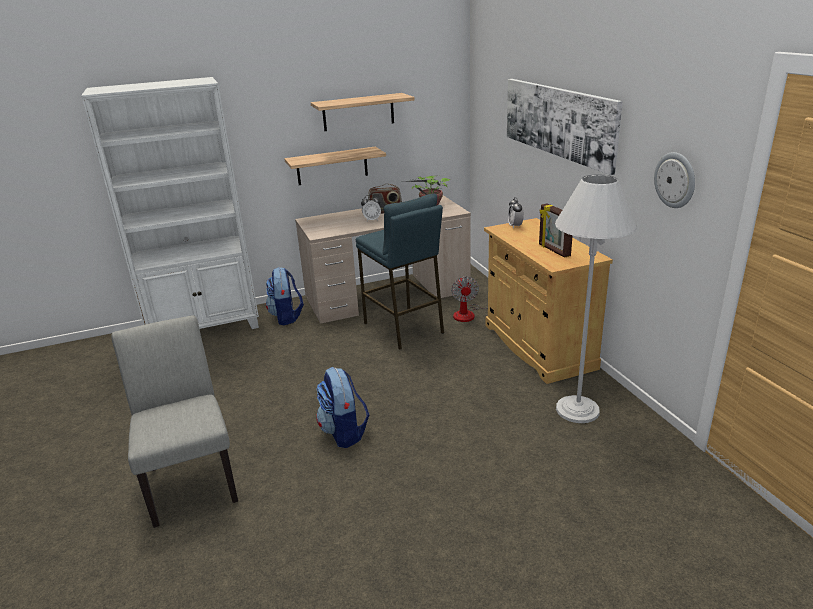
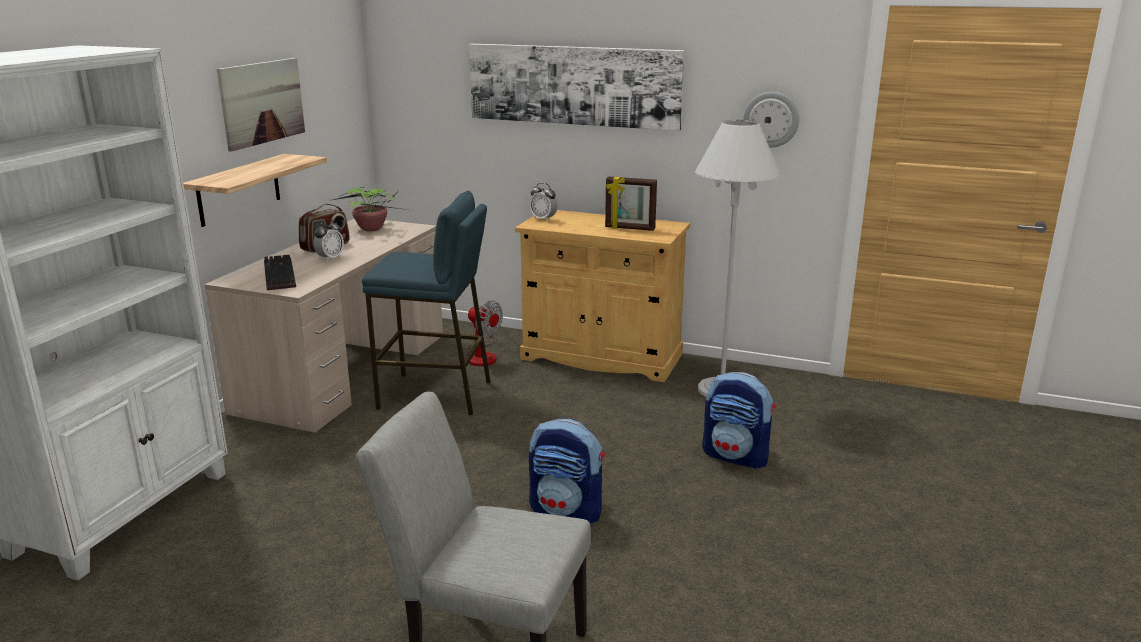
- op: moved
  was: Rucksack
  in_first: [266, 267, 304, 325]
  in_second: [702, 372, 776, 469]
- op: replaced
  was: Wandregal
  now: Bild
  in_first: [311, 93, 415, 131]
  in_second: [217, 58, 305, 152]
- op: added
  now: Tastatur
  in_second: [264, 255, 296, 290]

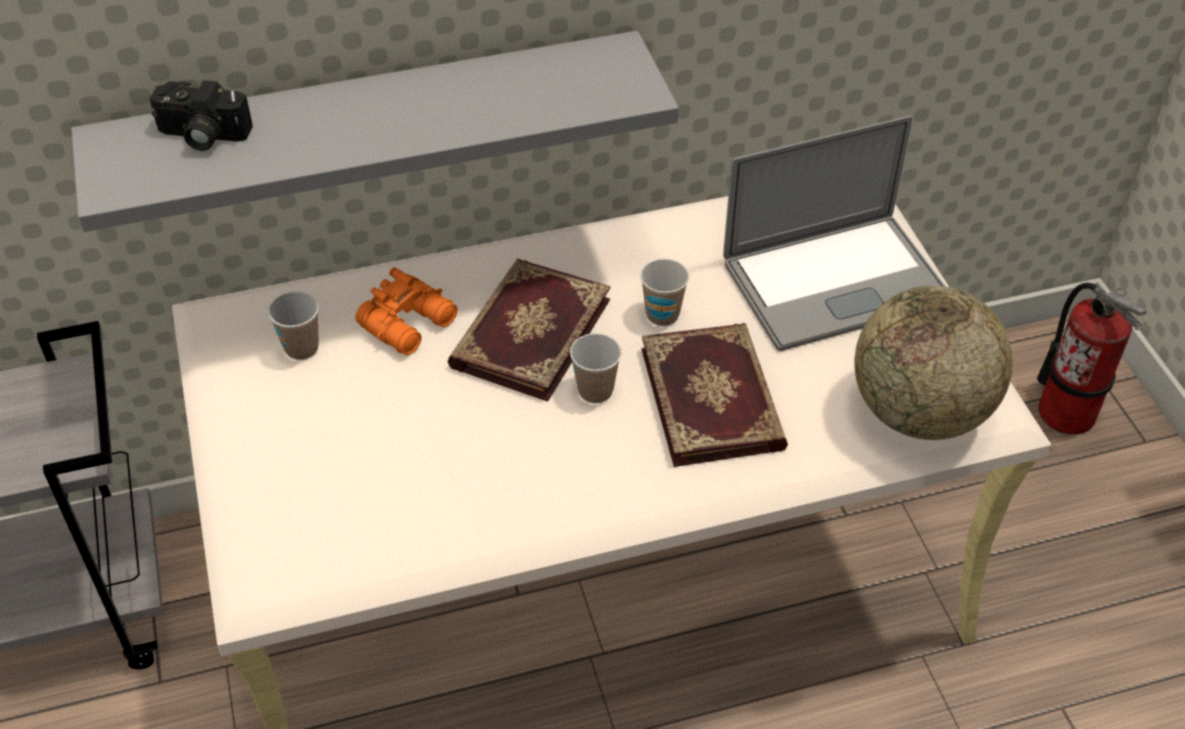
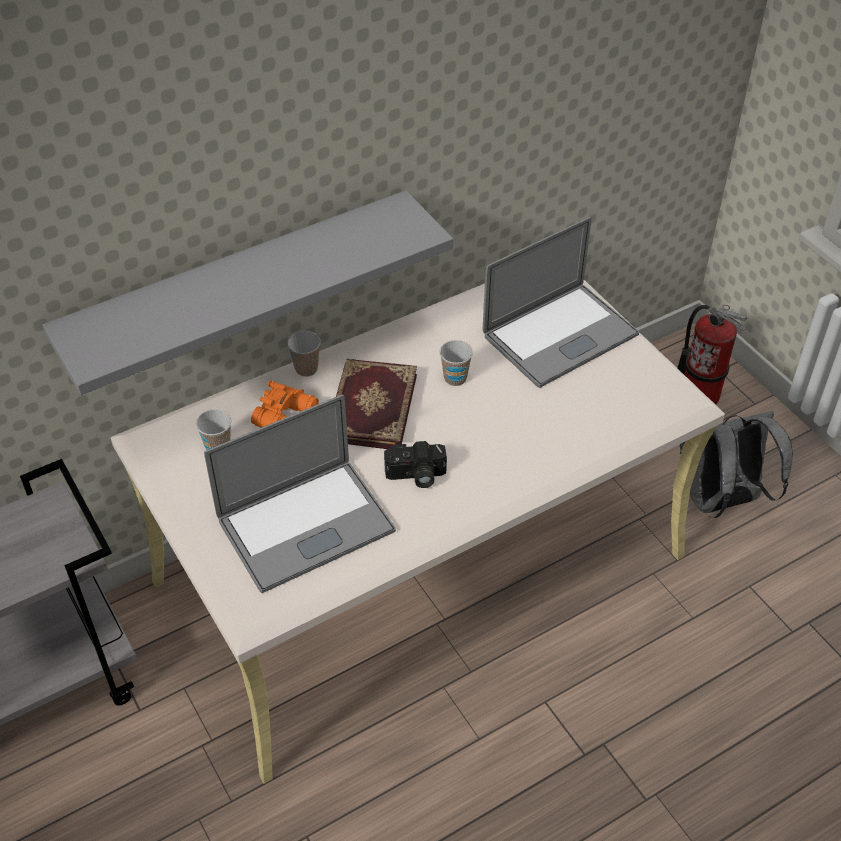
- op: moved
  was: Kamera
  in_first: [149, 80, 253, 151]
  in_second: [384, 441, 447, 488]
- op: moved
  was: Tasse
  in_first: [570, 333, 622, 403]
  in_second: [287, 331, 321, 377]
- op: removed
  was: Buch
  in_first: [641, 323, 788, 467]
- op: removed
  was: Globus
  in_first: [855, 285, 1013, 440]
- op: added
  now: Laptop
  in_second: [204, 394, 396, 593]
- op: added
  now: Rucksack [grau]
  in_second: [680, 411, 793, 518]

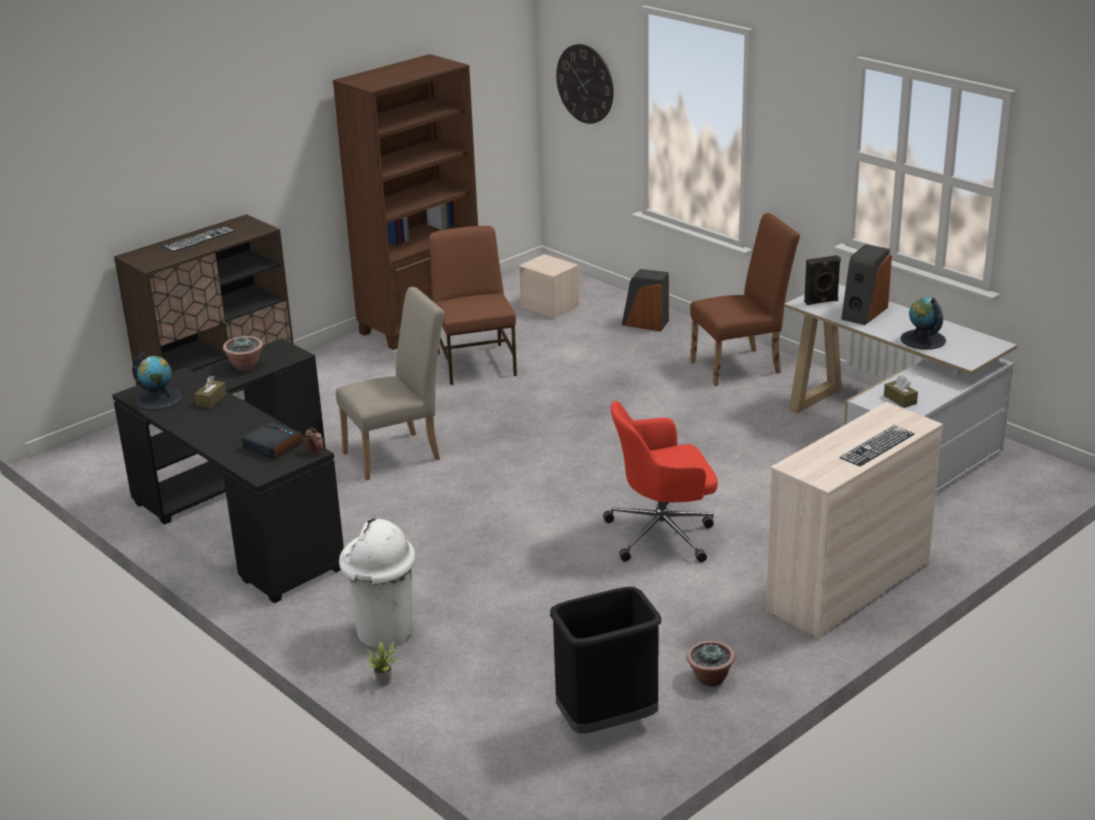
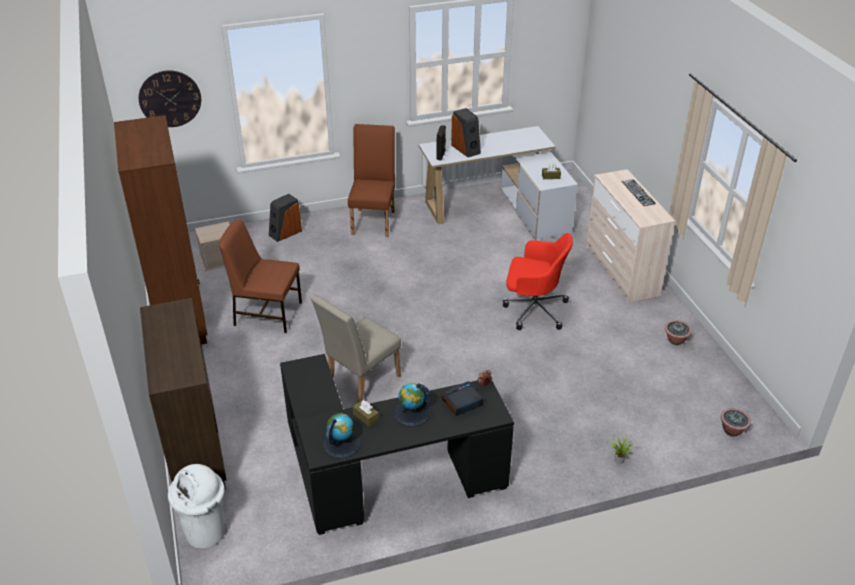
- op: removed
  was: Tastatur
  in_first: [163, 226, 234, 252]
- op: moved
  was: Topfpflanze
  in_first: [223, 336, 263, 371]
  in_second: [721, 408, 751, 437]
- op: turned
  was: Stuhl [beige]
  in_first: [336, 287, 444, 480]
  in_second: [311, 294, 401, 402]
  clockwise: -135
- op: moved
  was: Mülleimer [weiß]
  in_first: [339, 518, 416, 648]
  in_second: [168, 464, 225, 549]
- op: removed
  was: Mülleimer [schwarz]
  in_first: [550, 587, 661, 733]
- op: turned
  was: Bürostuhl [rot]
  in_first: [603, 401, 718, 562]
  in_second: [503, 233, 573, 330]
  clockwise: -90
- op: moved
  was: Globus
  in_first: [900, 297, 946, 350]
  in_second: [394, 383, 430, 427]

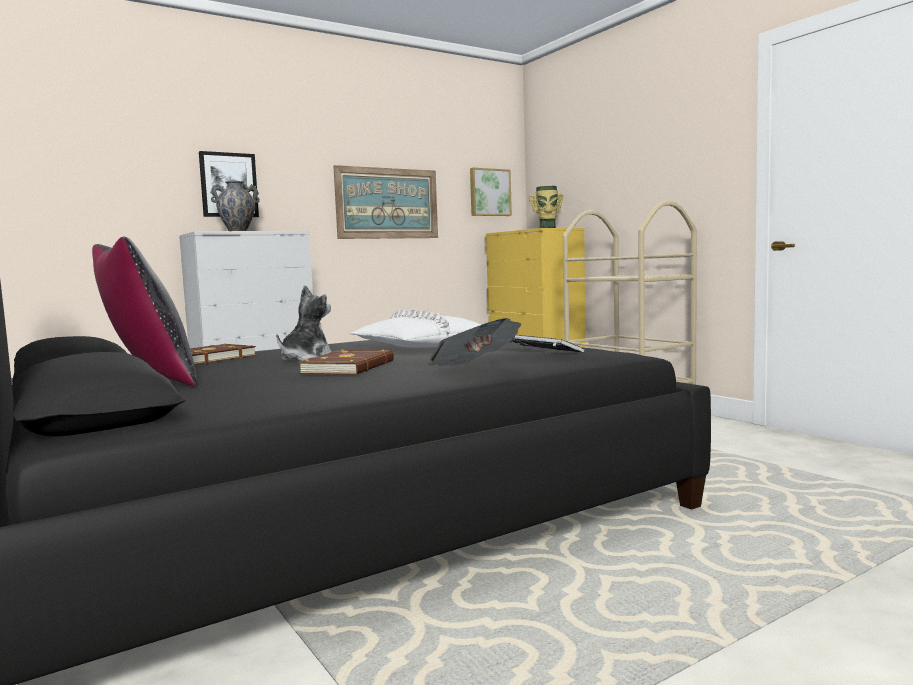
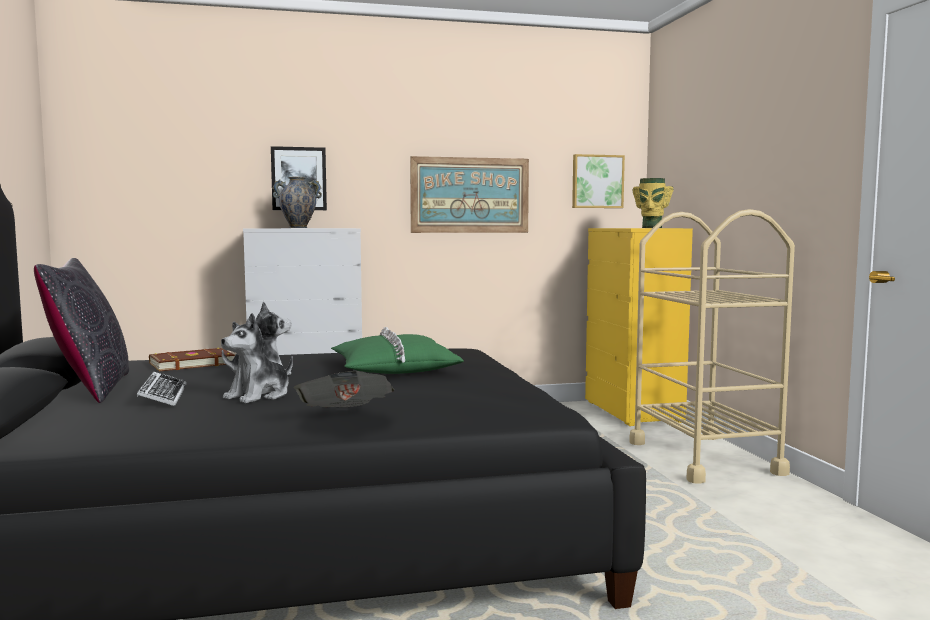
- op: replaced
  was: Buch [braun]
  now: Plüschtier
  in_first: [298, 349, 394, 375]
  in_second: [221, 313, 293, 403]
- op: recoloured
  was: Kissen [weiß]
  now: Kissen [grün]
  in_first: [350, 309, 482, 348]
  in_second: [331, 327, 464, 374]
- op: moved
  was: Tastatur
  in_first: [512, 335, 584, 353]
  in_second: [137, 371, 186, 406]

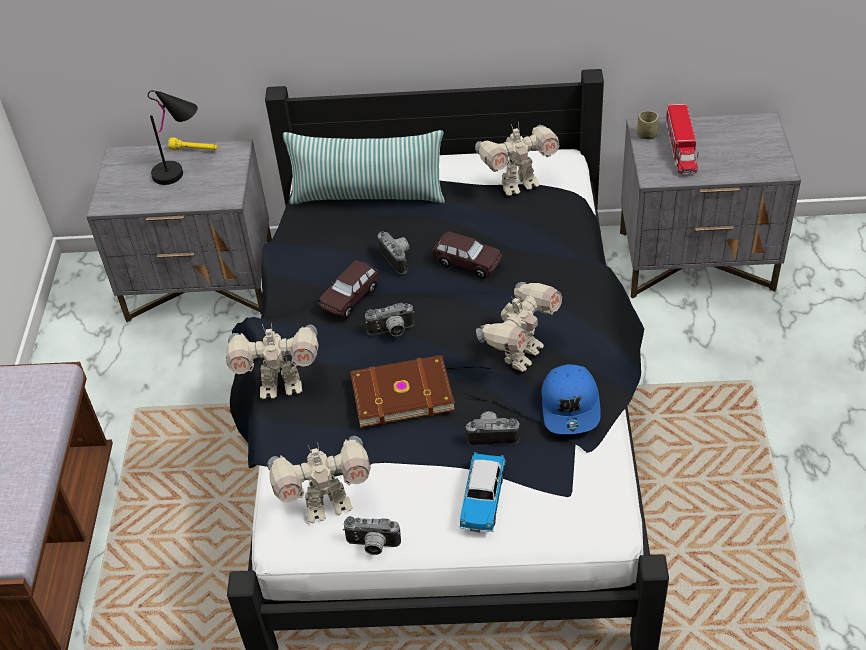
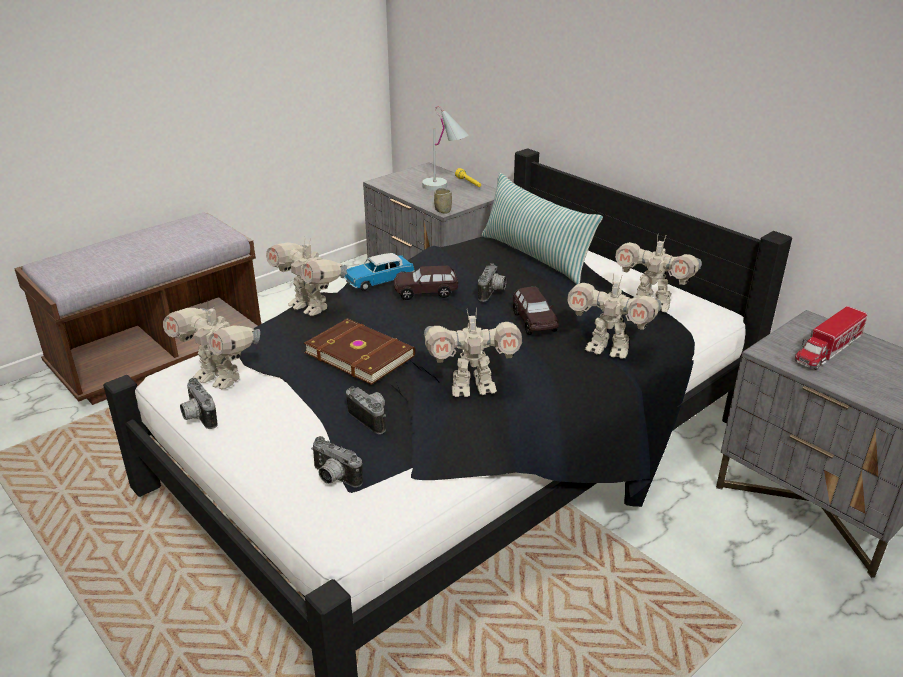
- op: recoloured
  was: Tischlampe [schwarz]
  now: Tischlampe [weiß]
  in_first: [148, 90, 198, 185]
  in_second: [422, 106, 469, 191]
- op: moved
  was: Kamera
  in_first: [365, 303, 415, 336]
  in_second: [311, 436, 363, 488]
- op: moved
  was: Spielzeugauto
  in_first: [459, 452, 505, 532]
  in_second: [344, 253, 415, 291]
- op: removed
  was: Kappe [blau]
  in_first: [542, 364, 601, 434]
- op: moved
  was: Tasse
  in_first: [637, 111, 659, 140]
  in_second: [434, 188, 452, 214]
- op: added
  now: Spielzeugroboter
  in_second: [567, 273, 662, 359]

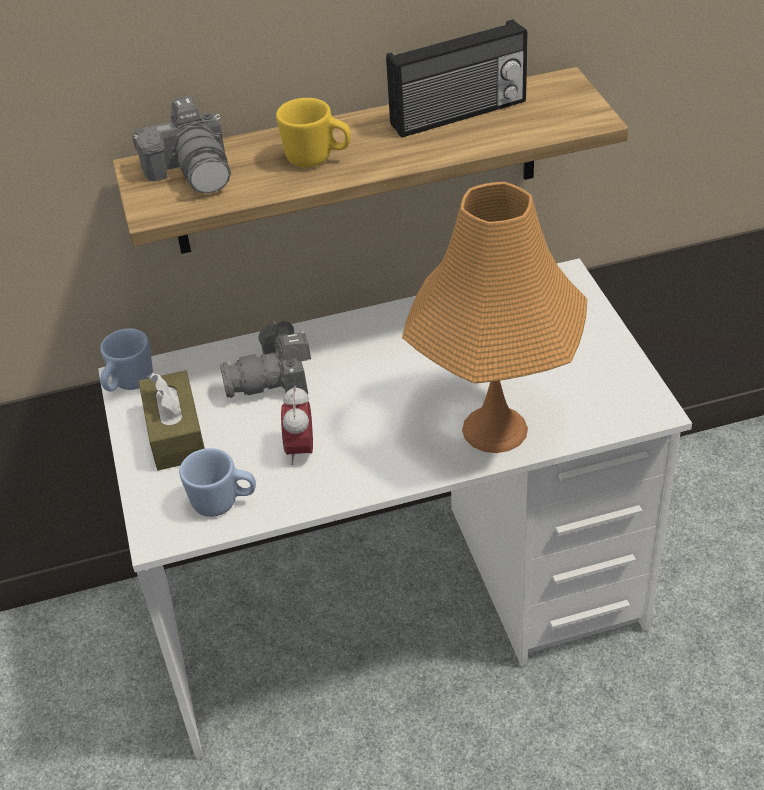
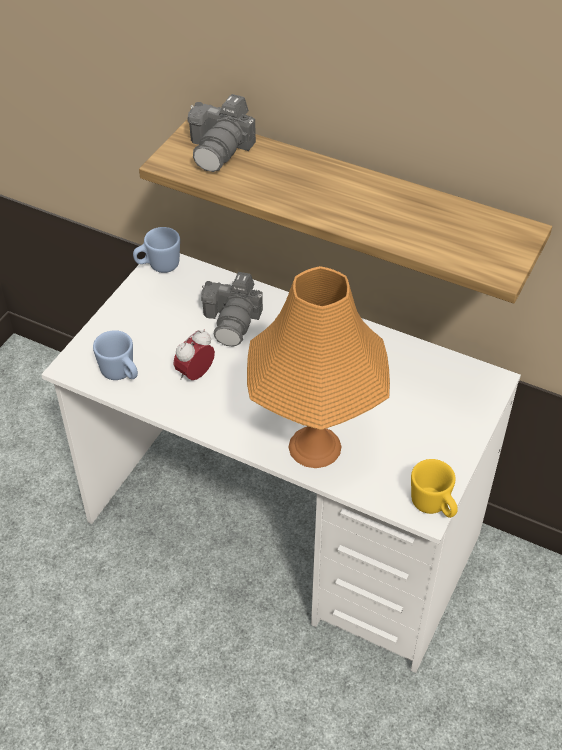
- op: removed
  was: Taschentuchbox [braun]
  in_first: [138, 370, 205, 471]
- op: turned
  was: Kamera
  in_first: [220, 321, 311, 398]
  in_second: [201, 272, 263, 347]
  clockwise: -105
- op: moved
  was: Henkelbecher [gelb]
  in_first: [276, 98, 351, 167]
  in_second: [411, 459, 458, 518]
- op: removed
  was: Radio
  in_first: [386, 19, 528, 138]

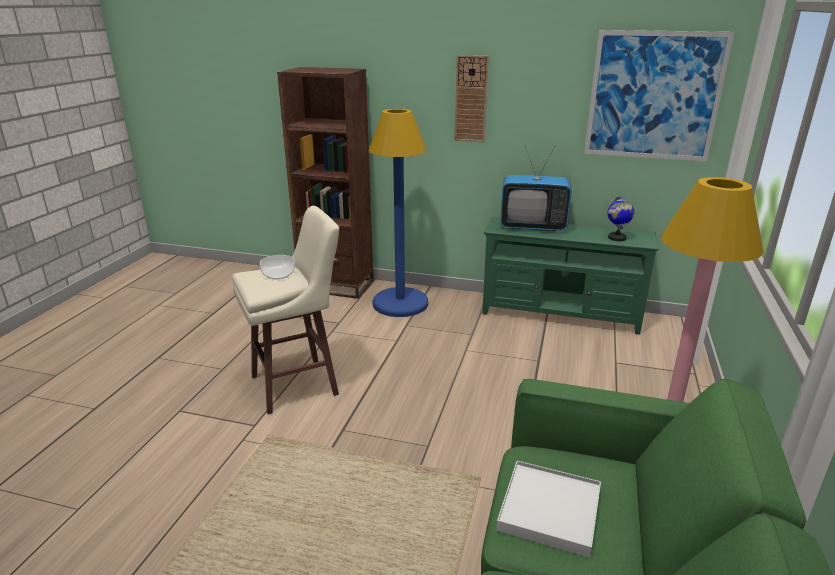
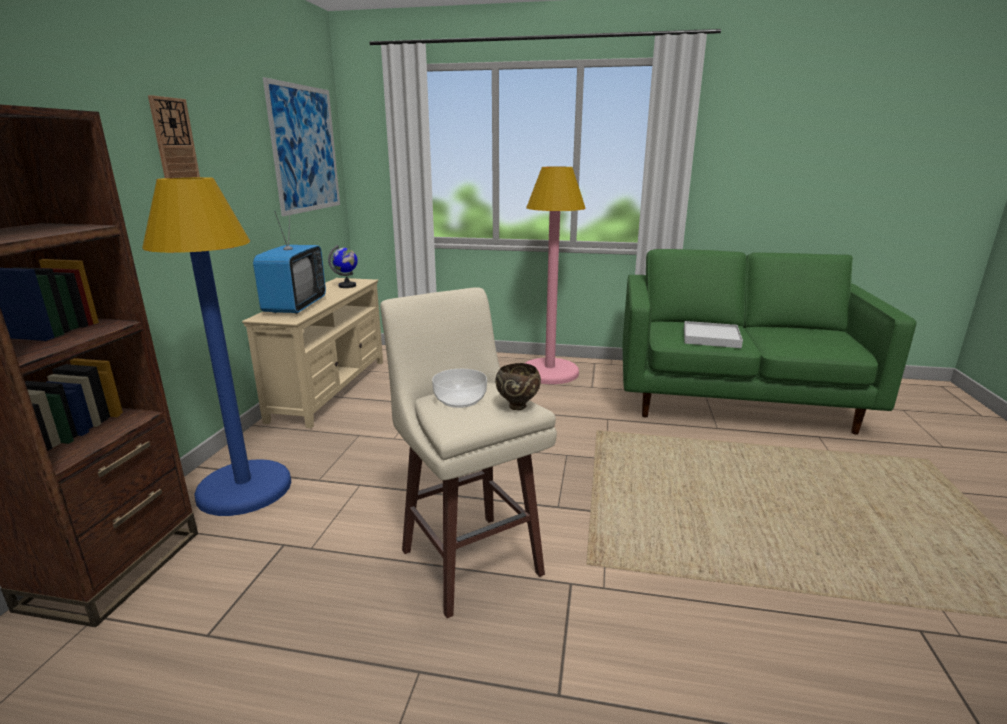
- op: recoloured
  was: Fernsehschrank [grün]
  now: Fernsehschrank [beige]
  in_first: [483, 217, 658, 335]
  in_second: [242, 278, 383, 428]
- op: added
  now: Schüssel [braun]
  in_second: [495, 363, 541, 410]

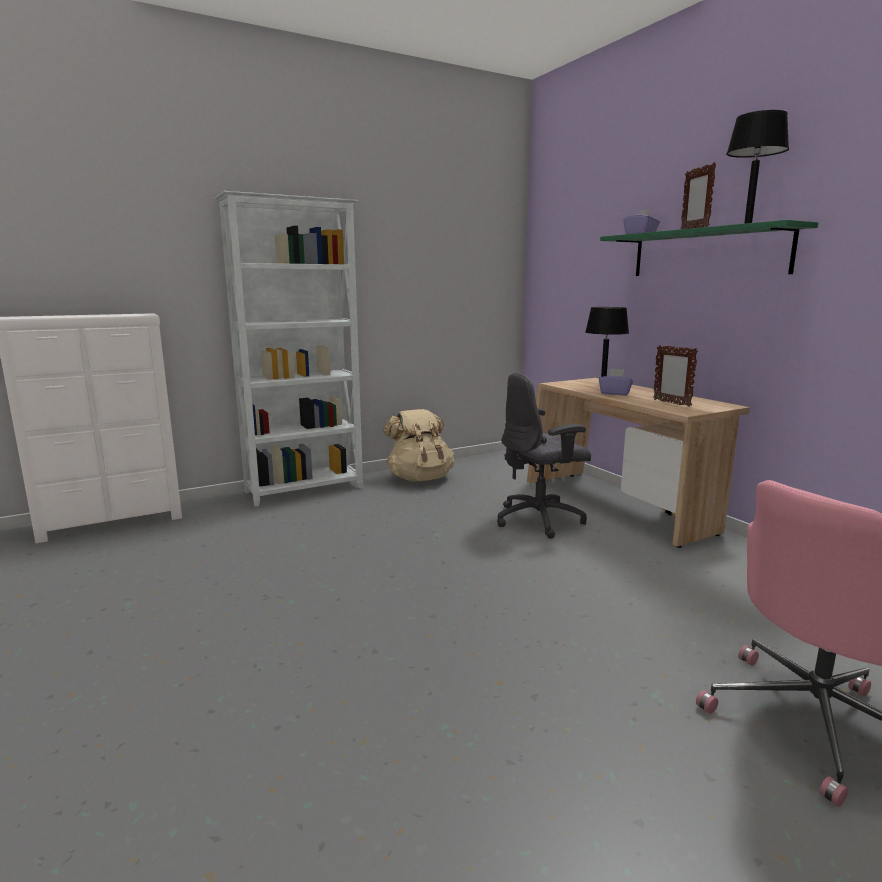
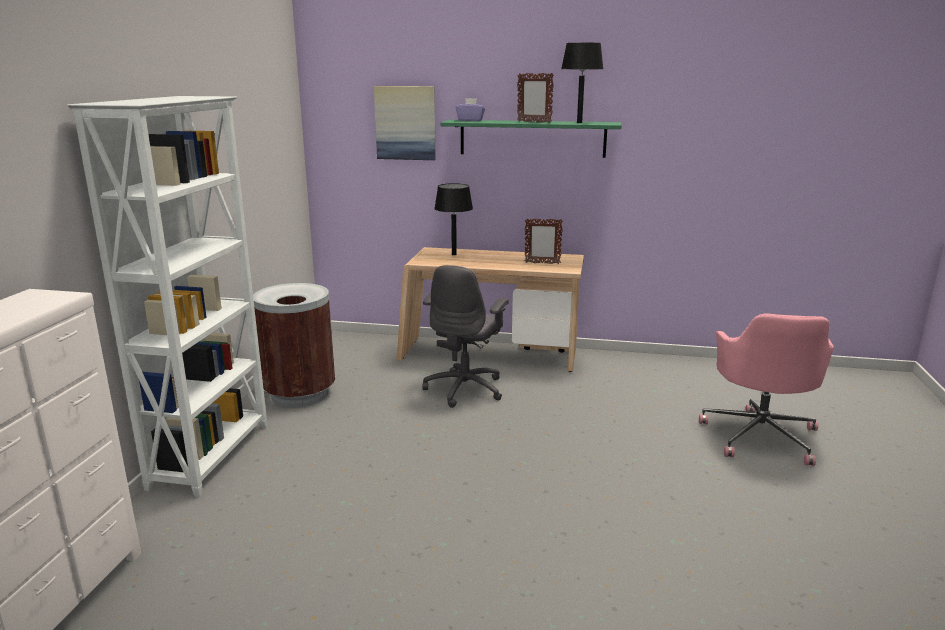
- op: replaced
  was: Rucksack [beige]
  now: Mülleimer [braun]
  in_first: [383, 409, 454, 482]
  in_second: [253, 283, 335, 407]
- op: removed
  was: Taschentuchbox [lila]
  in_first: [599, 369, 633, 396]
- op: added
  now: Bild
  in_second: [374, 86, 436, 160]

